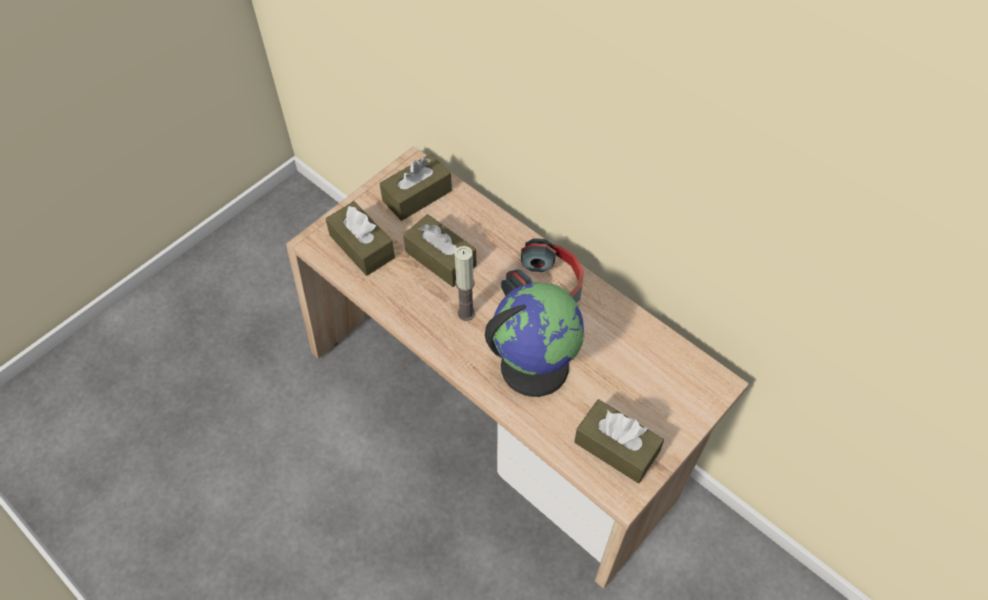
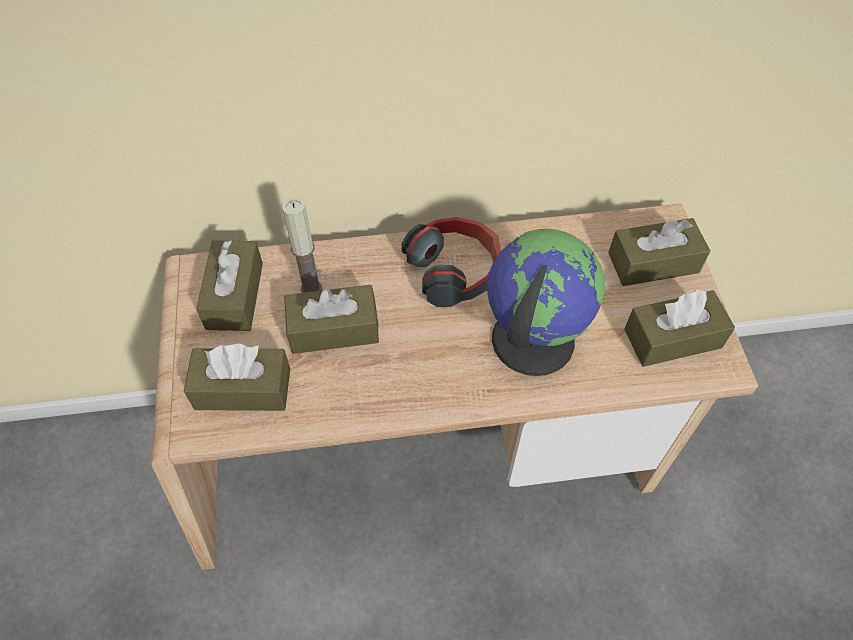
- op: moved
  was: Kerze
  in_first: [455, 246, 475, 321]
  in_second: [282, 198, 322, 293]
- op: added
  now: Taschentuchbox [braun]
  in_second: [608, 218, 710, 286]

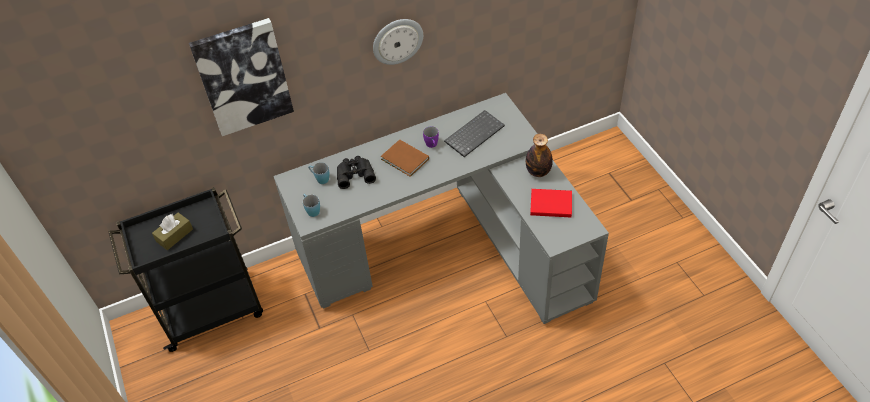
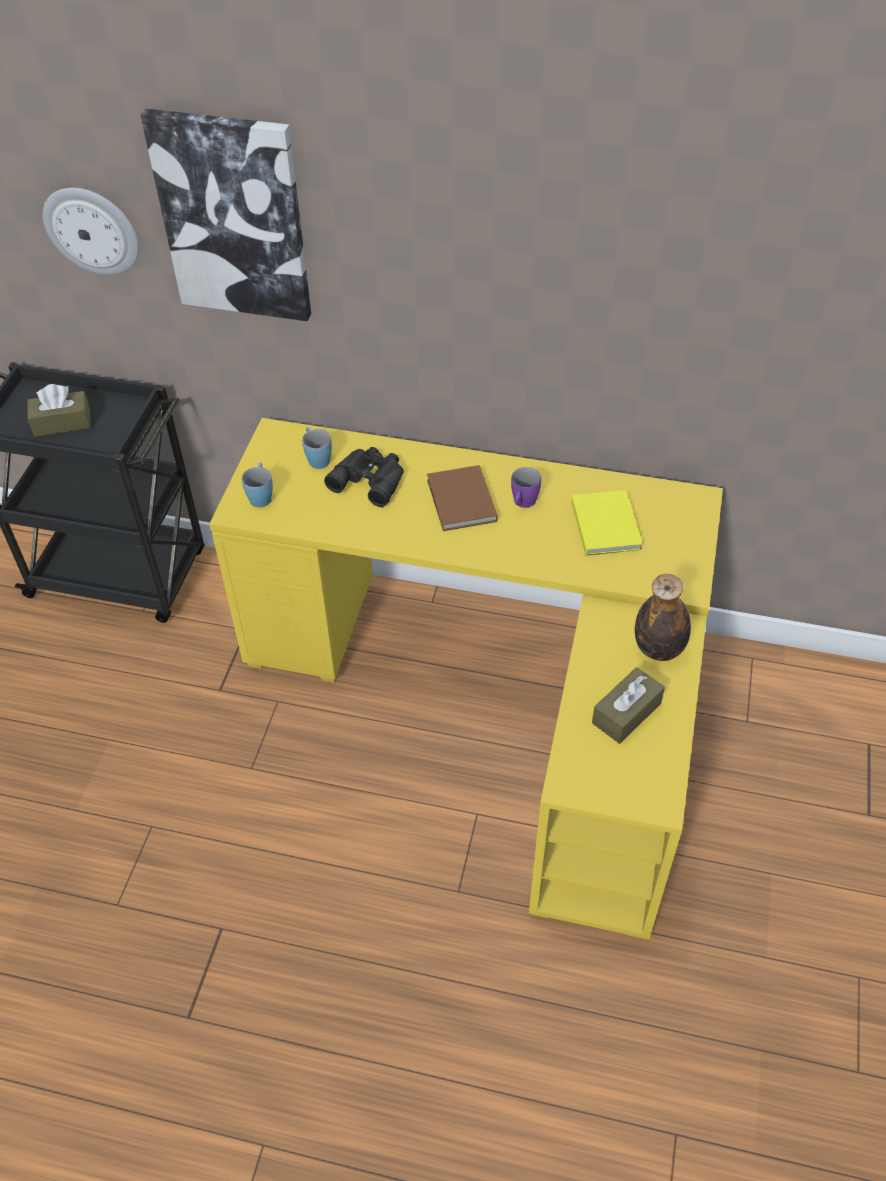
- op: recoloured
  was: Schreibtisch [grau]
  now: Schreibtisch [gelb]
  in_first: [273, 93, 609, 324]
  in_second: [209, 418, 723, 939]
- op: moved
  was: Wanduhr
  in_first: [373, 19, 423, 65]
  in_second: [43, 188, 139, 275]
- op: replaced
  was: Tastatur
  now: Buch [gelb]
  in_first: [444, 110, 505, 157]
  in_second: [571, 490, 643, 556]
- op: replaced
  was: Buch [rot]
  now: Taschentuchbox [braun]
  in_first: [530, 189, 572, 217]
  in_second: [592, 667, 665, 744]

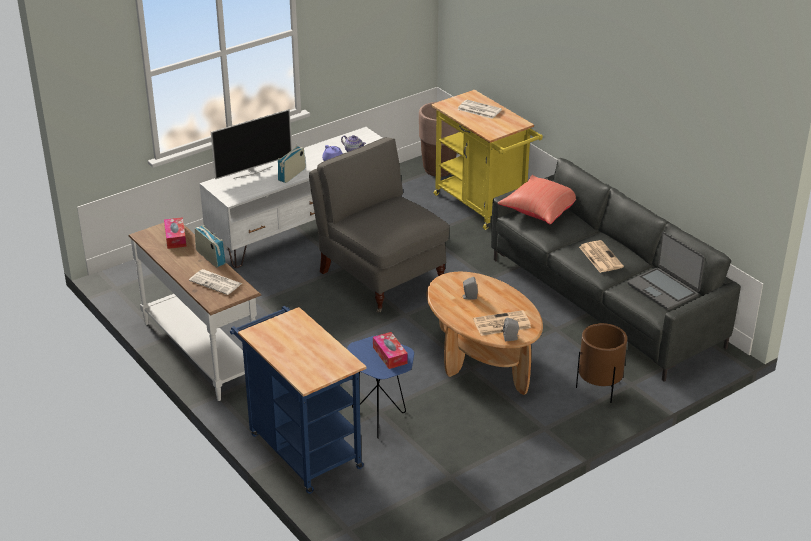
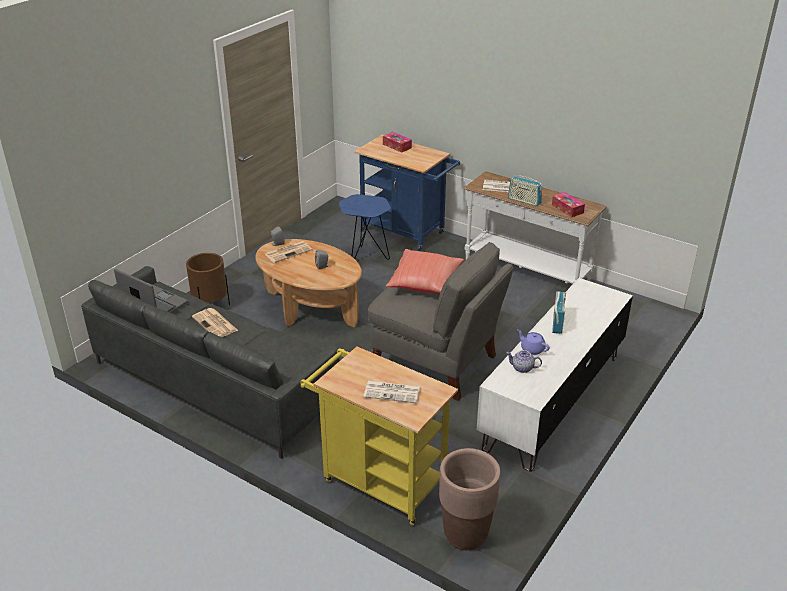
- op: removed
  was: Fernseher
  in_first: [211, 109, 292, 179]
- op: moved
  was: Taschentuchbox
  in_first: [373, 332, 408, 369]
  in_second: [383, 132, 412, 153]
- op: moved
  was: Kissen [rot]
  in_first: [498, 175, 576, 225]
  in_second: [386, 249, 464, 293]

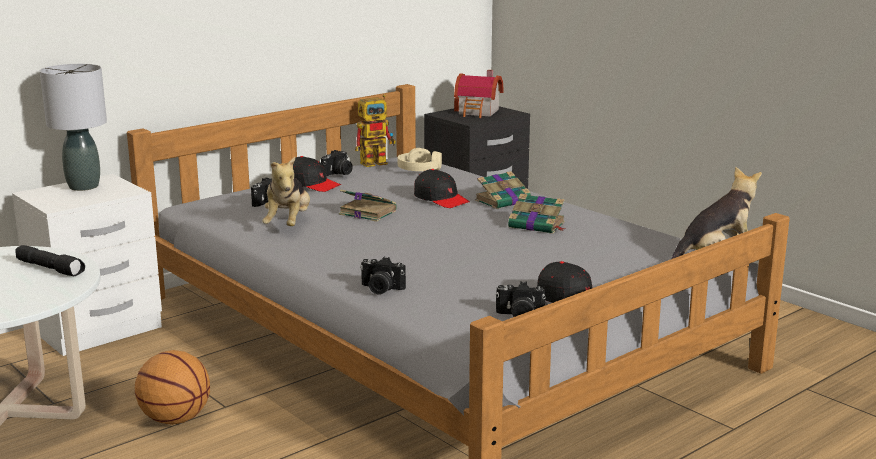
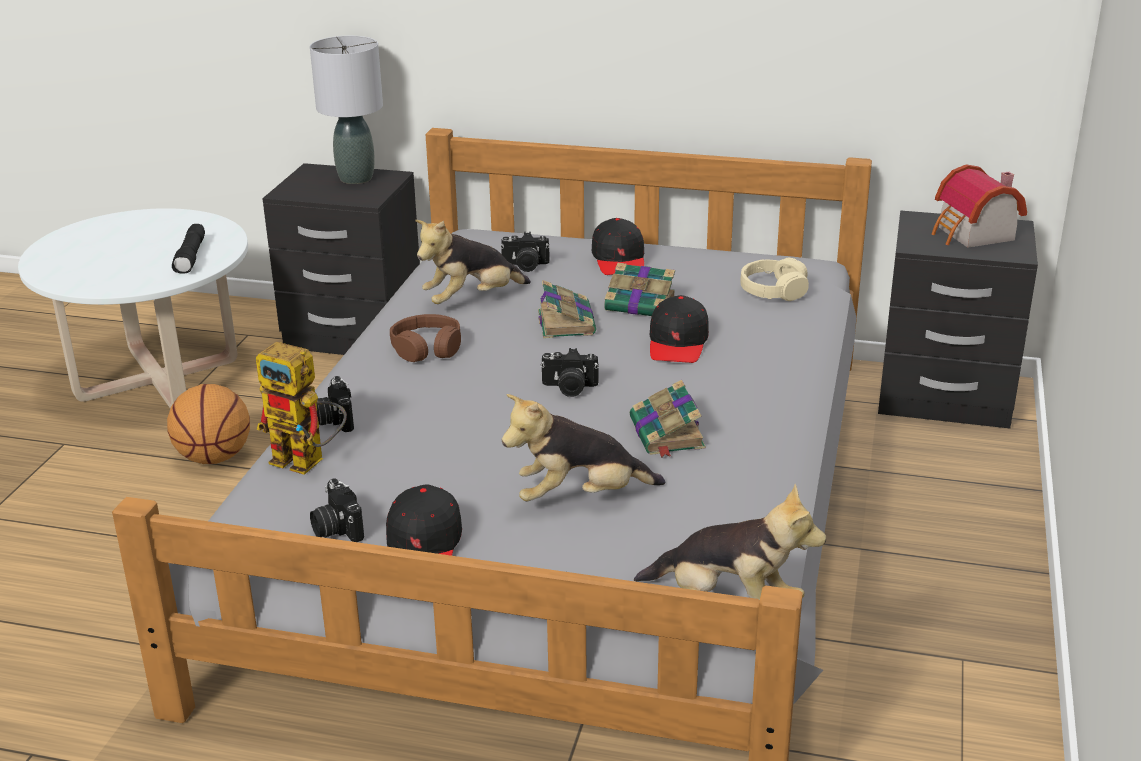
- op: recoloured
  was: Nachttisch [weiß]
  now: Nachttisch [schwarz]
  in_first: [12, 174, 162, 356]
  in_second: [262, 163, 420, 355]
- op: moved
  was: Kamera
  in_first: [321, 150, 353, 176]
  in_second: [541, 348, 599, 397]
- op: moved
  was: Spielzeugroboter
  in_first: [355, 94, 396, 167]
  in_second: [256, 342, 347, 475]
- op: moved
  was: Buch
  in_first: [475, 171, 531, 209]
  in_second: [604, 263, 675, 316]
- op: added
  now: Kopfhörer [braun]
  in_second: [390, 314, 461, 362]
- op: added
  now: Plüschtier
  in_second: [502, 394, 665, 501]

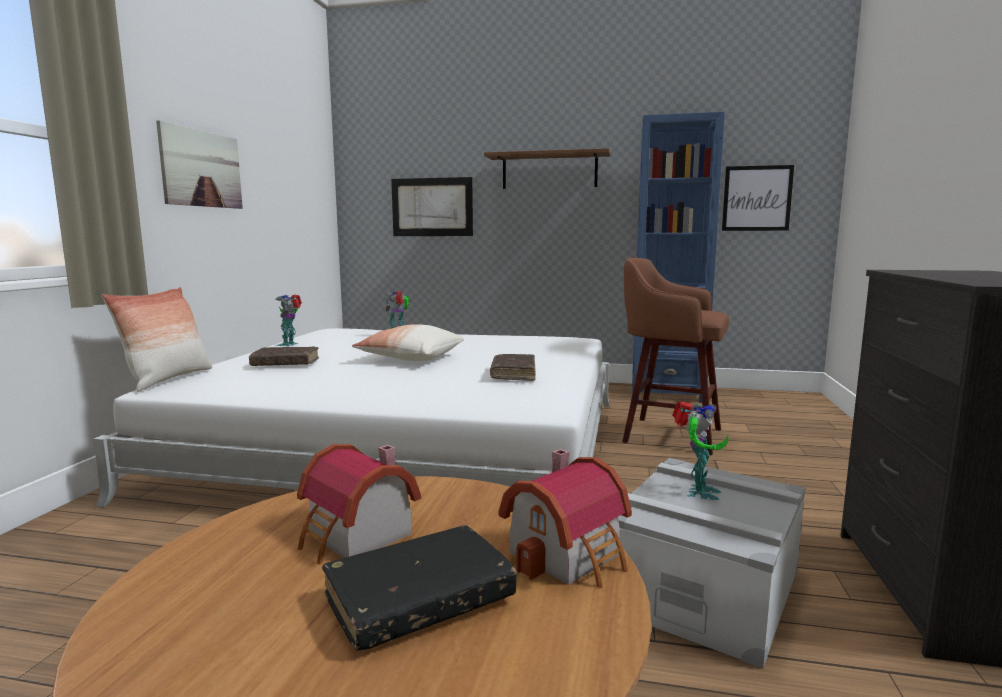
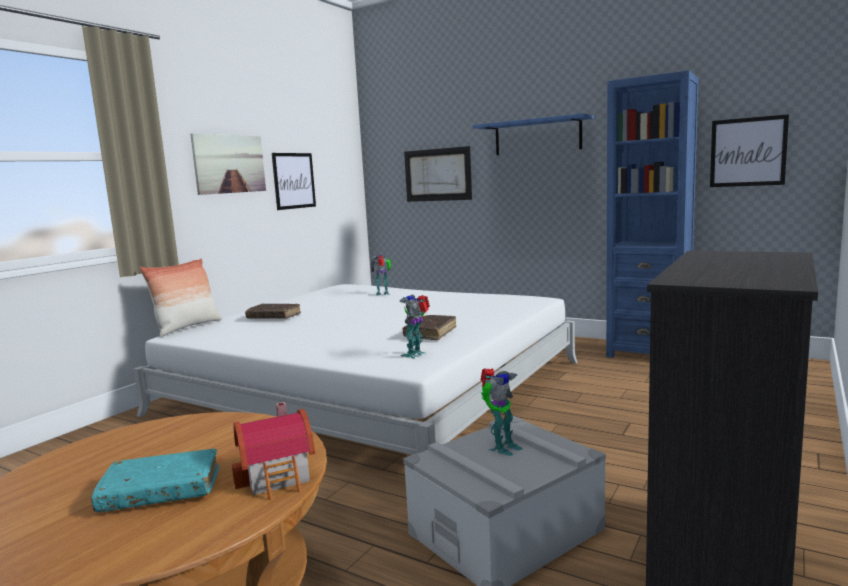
- op: moved
  was: Spielzeugroboter
  in_first: [276, 294, 302, 347]
  in_second: [399, 294, 430, 359]
- op: removed
  was: Spielzeughaus
  in_first: [297, 444, 421, 564]
- op: recoloured
  was: Buch [schwarz]
  now: Buch [türkis]
  in_first: [322, 526, 517, 651]
  in_second: [91, 449, 219, 512]
- op: removed
  was: Kissen
  in_first: [352, 324, 464, 361]
- op: recoloured
  was: Wandregal [braun]
  now: Wandregal [blau]
  in_first: [484, 148, 610, 189]
  in_second: [472, 113, 594, 155]
- op: removed
  was: Hocker [braun]
  in_first: [622, 258, 729, 455]
- op: added
  now: Bild
  in_second: [272, 153, 316, 210]

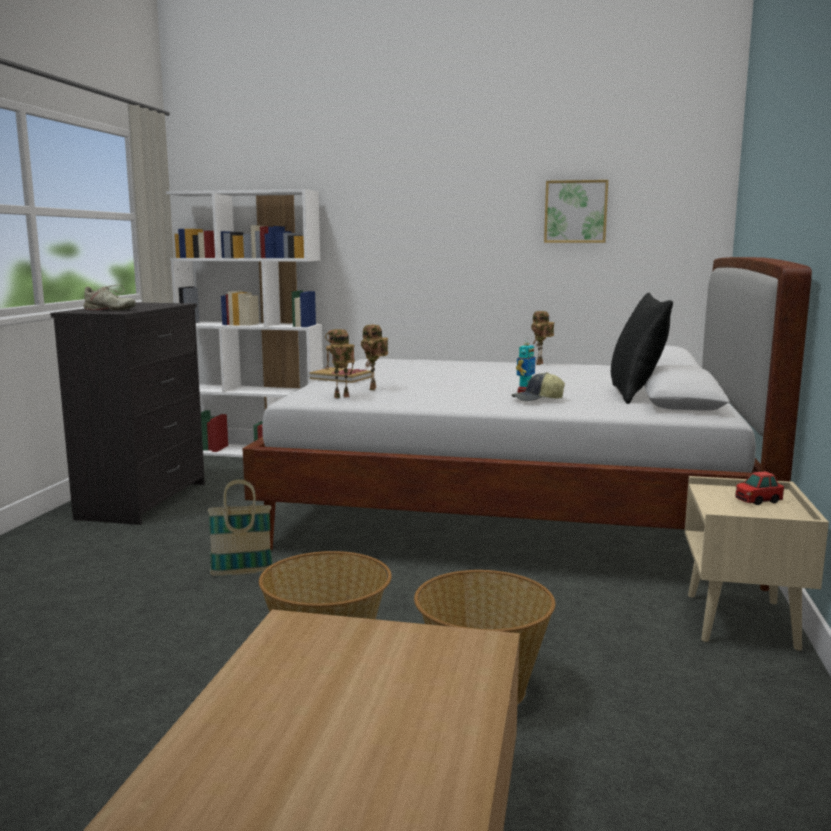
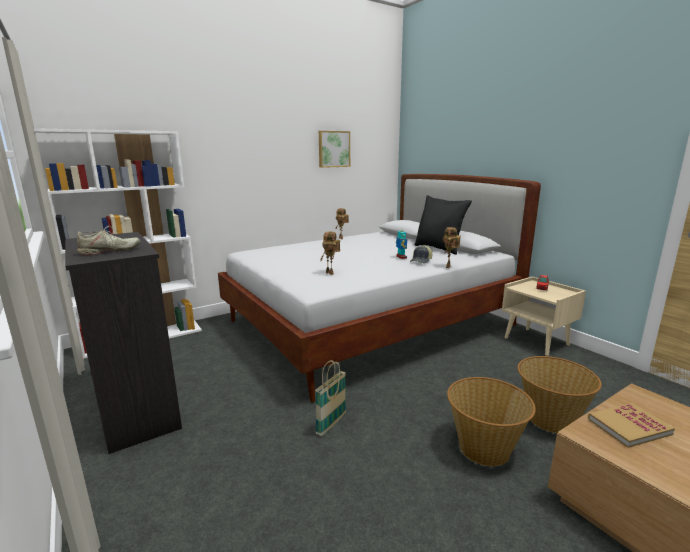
- op: moved
  was: Buch
  in_first: [309, 367, 372, 383]
  in_second: [588, 403, 675, 448]
- op: moved
  was: Spielzeugroboter
  in_first: [325, 329, 355, 398]
  in_second: [443, 227, 461, 268]

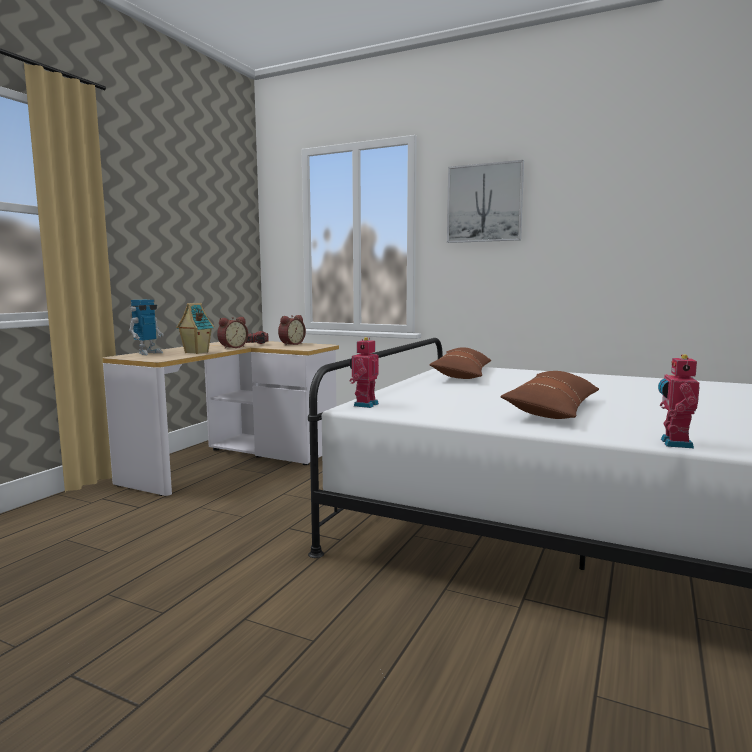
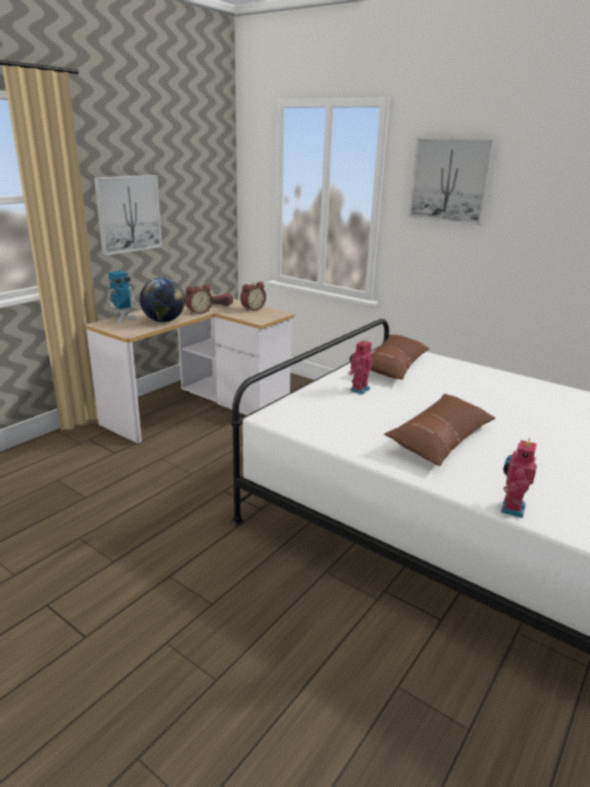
- op: replaced
  was: Spielzeughaus
  now: Globus
  in_first: [176, 303, 214, 354]
  in_second: [140, 278, 185, 322]
- op: moved
  was: Spielzeugroboter
  in_first: [349, 337, 379, 408]
  in_second: [348, 339, 373, 395]
- op: added
  now: Bild
  in_second: [94, 175, 162, 256]

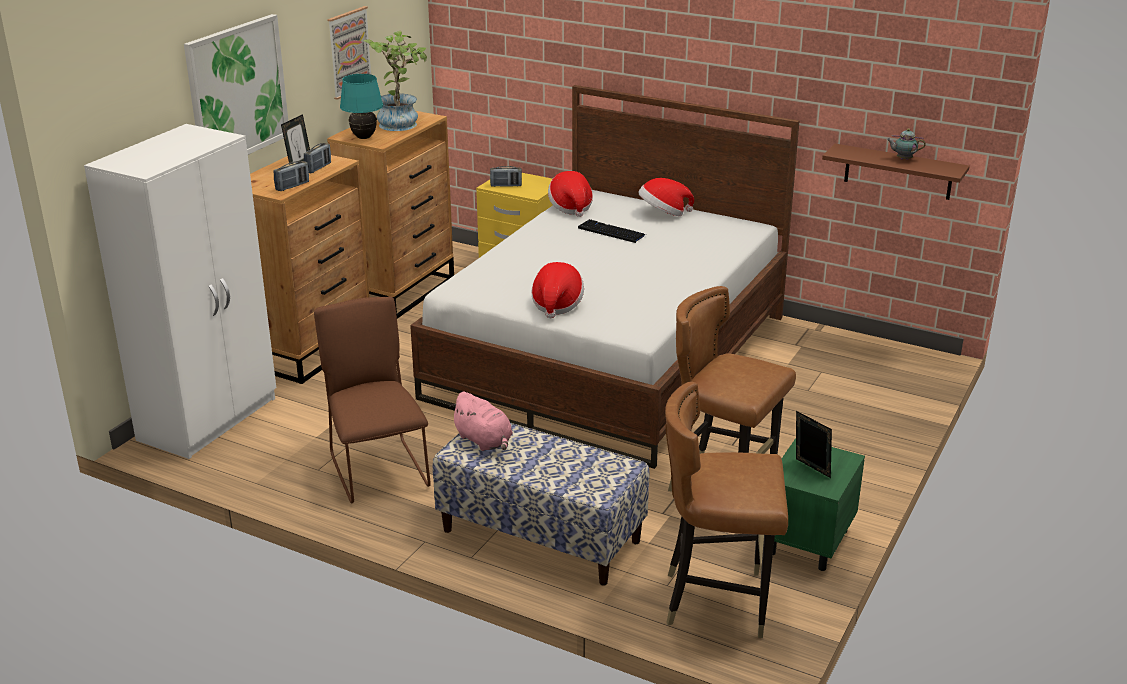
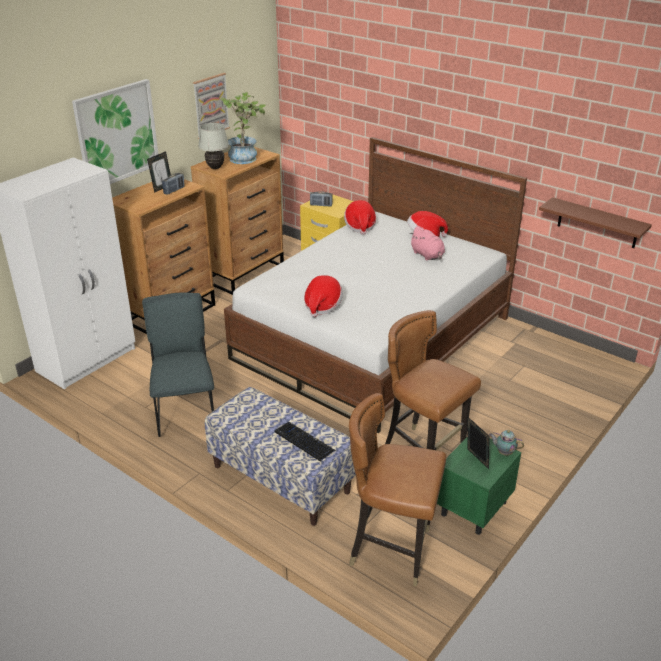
- op: removed
  was: Radio
  in_first: [274, 161, 309, 191]
- op: recoloured
  was: Stuhl [braun]
  now: Stuhl [grau]
  in_first: [314, 297, 431, 504]
  in_second: [142, 293, 214, 437]
- op: recoloured
  was: Tischlampe [türkis]
  now: Tischlampe [weiß]
  in_first: [340, 74, 383, 139]
  in_second: [198, 122, 229, 169]
- op: moved
  was: Plüschtier [rosa]
  in_first: [450, 391, 513, 451]
  in_second: [410, 226, 445, 260]
- op: moved
  was: Tastatur
  in_first: [578, 219, 646, 243]
  in_second: [274, 422, 336, 462]
- op: moved
  was: Teekanne
  in_first: [886, 128, 926, 160]
  in_second: [489, 430, 524, 456]

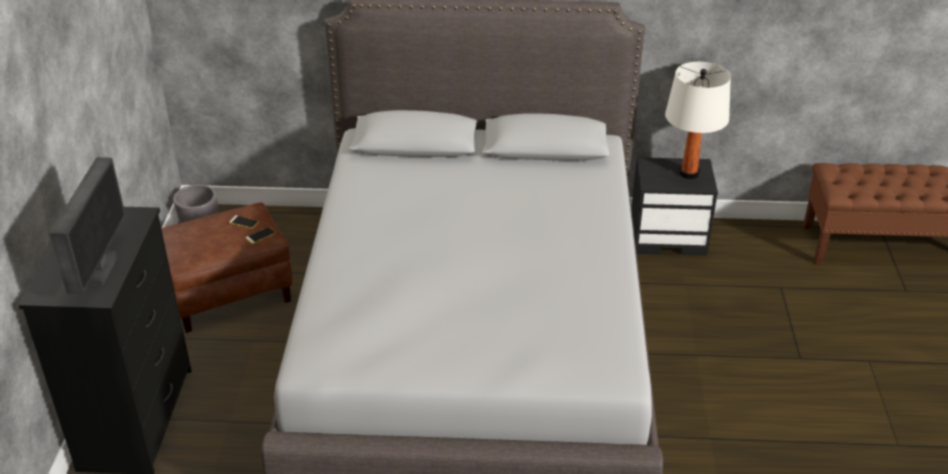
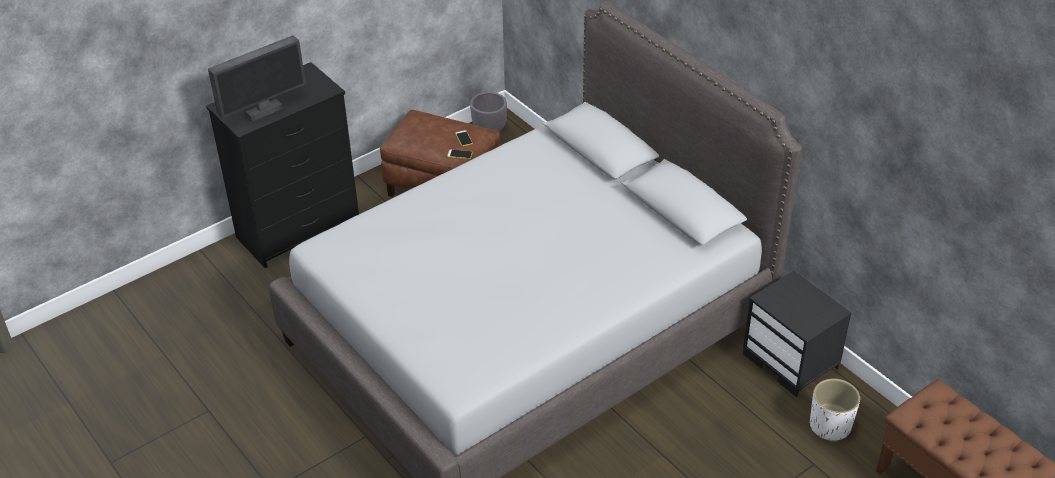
- op: removed
  was: Tischlampe [weiß]
  in_first: [665, 62, 731, 179]
- op: added
  now: Pflanzkübel [weiß]
  in_second: [810, 379, 860, 442]

